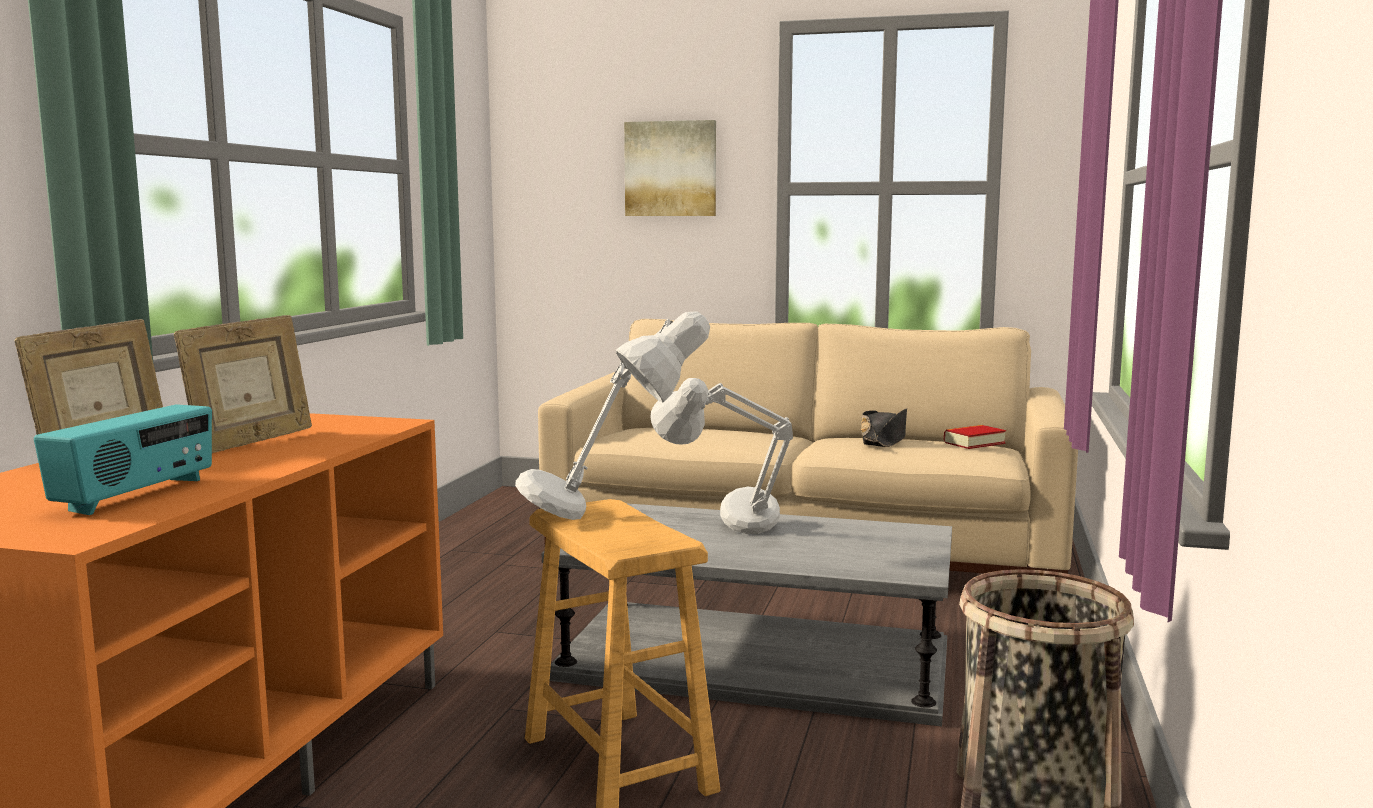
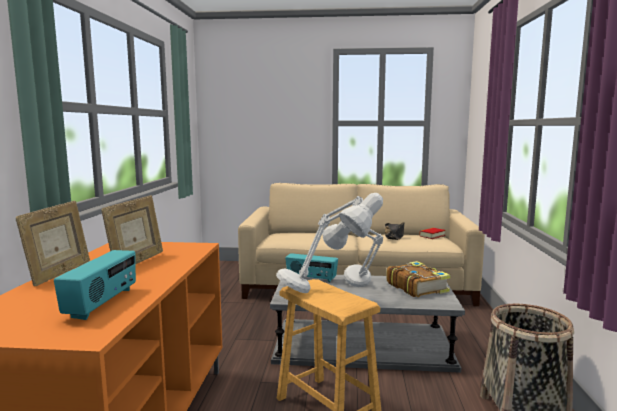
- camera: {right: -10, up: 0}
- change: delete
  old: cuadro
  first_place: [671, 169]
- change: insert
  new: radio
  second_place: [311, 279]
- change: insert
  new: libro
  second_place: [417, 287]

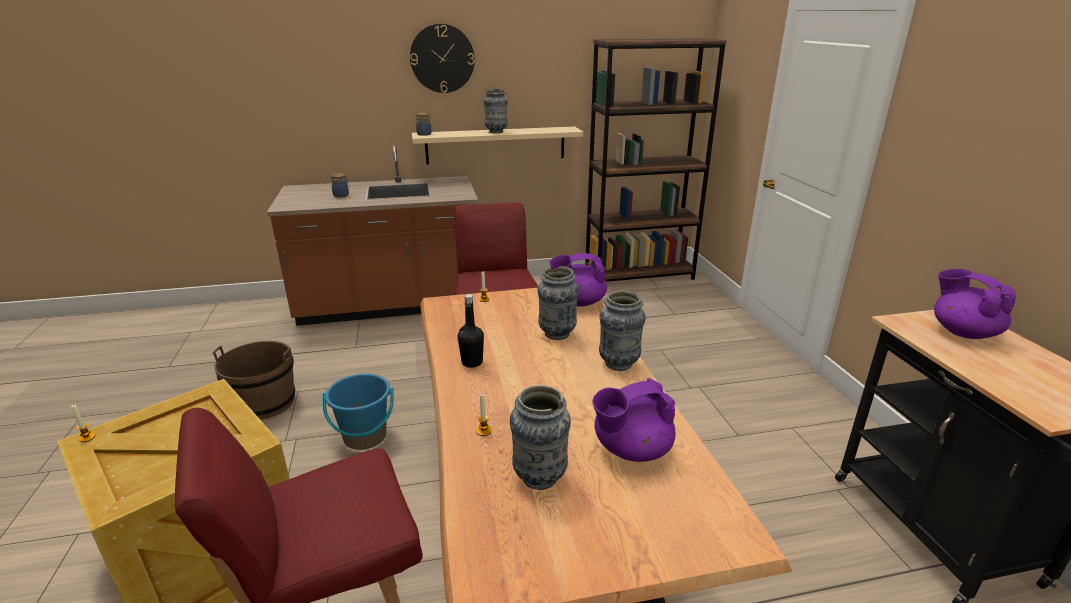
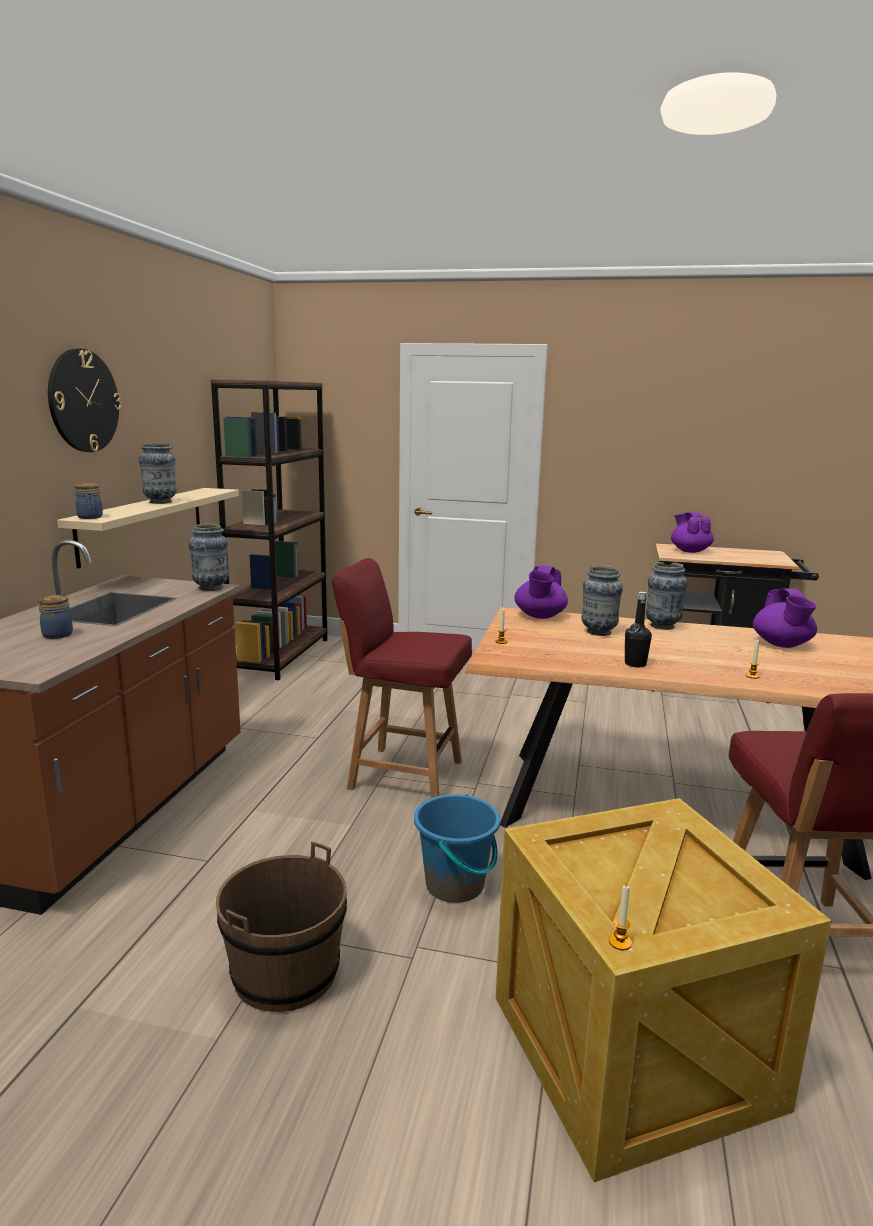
- camera: {right: -65, up: -10}
- change: move
  old: florero
  first_place: [540, 477]
  second_place: [211, 588]
- change: rotate
  old: tetera [morado]
  first_place: [962, 332]
  second_place: [690, 551]
  degrees: 75

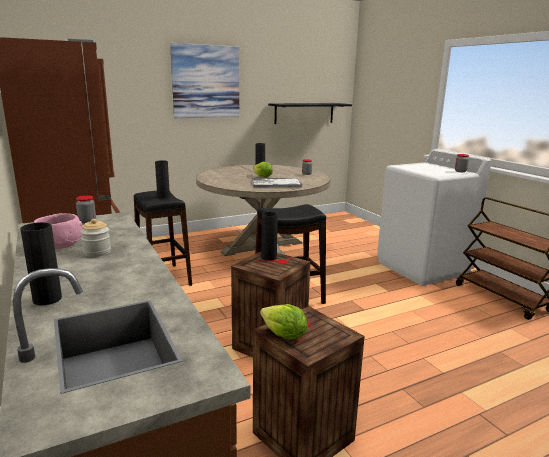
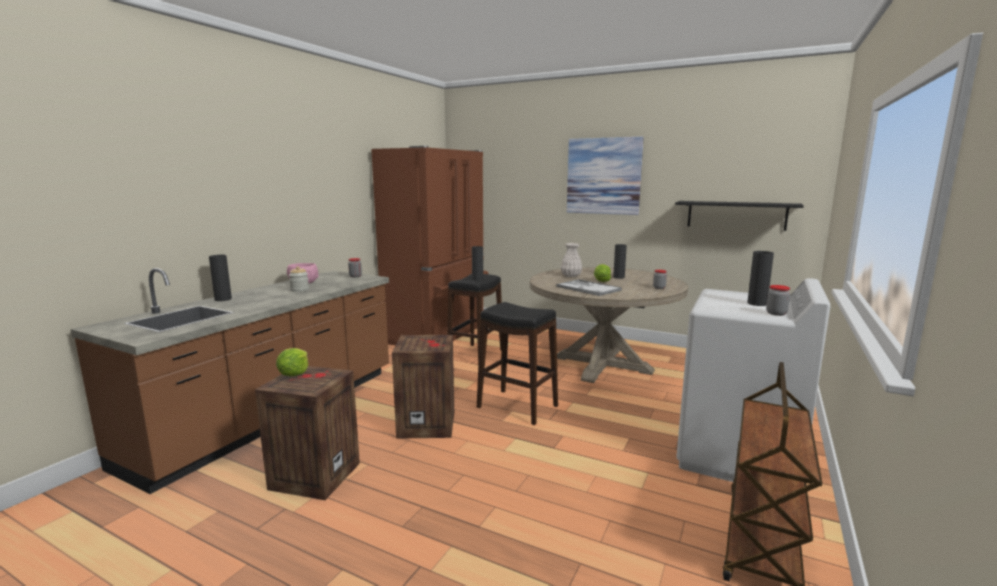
- camera: {right: 55, up: -5}
- change: move
  old: florero [negro]
  first_place: [269, 257]
  second_place: [757, 303]
- change: insert
  new: florero [blanco]
  second_place: [570, 275]

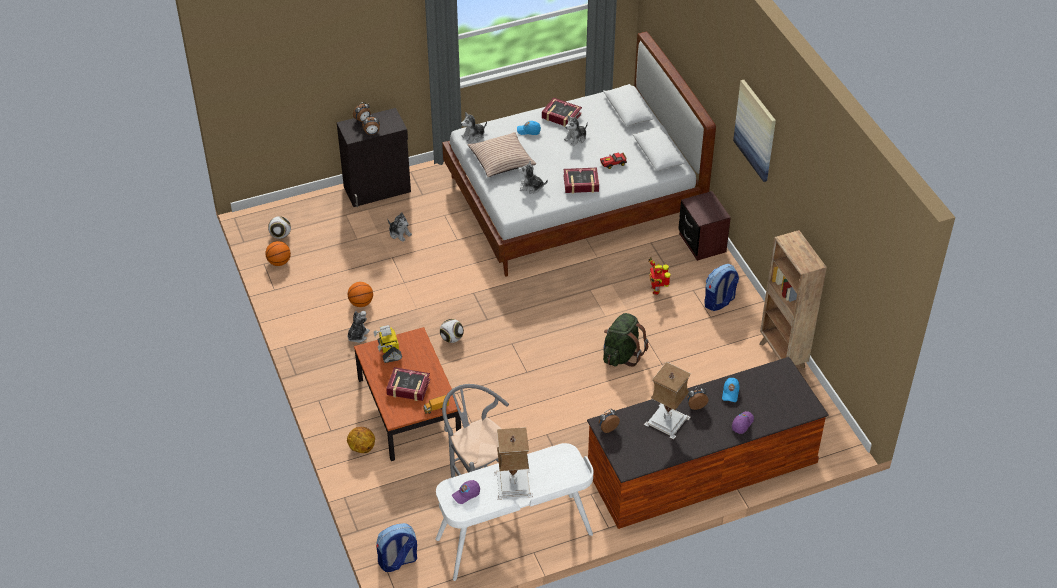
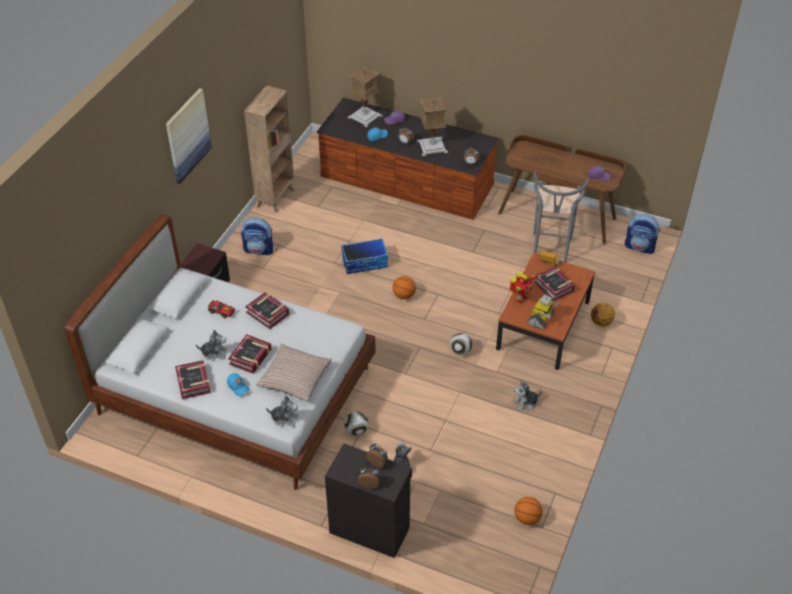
- camera: {right: -135, up: 0}
- change: move
  old: balón de fútbol
  first_place: [280, 235]
  second_place: [356, 430]
- change: move
  old: balón de baloncesto
  first_place: [361, 303]
  second_place: [404, 295]
- change: recolor
  old: escritorio [blanco]
  new: escritorio [marrón]
  first_place: [514, 538]
  second_place: [557, 215]
- change: move
  old: lámpara de mesa
  first_place: [514, 483]
  second_place: [364, 116]
- change: delete
  old: peluche
  first_place: [531, 187]
- change: replace
  old: mochila [verde]
  new: caja de almacenaje
  first_place: [622, 354]
  second_place: [365, 262]
- change: move
  old: robot de juguete
  first_place: [656, 289]
  second_place: [520, 299]
- change: insert
  new: libro
  second_place: [250, 357]

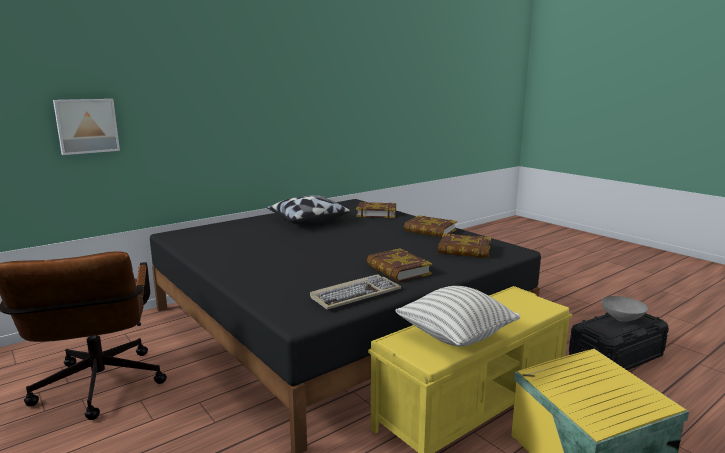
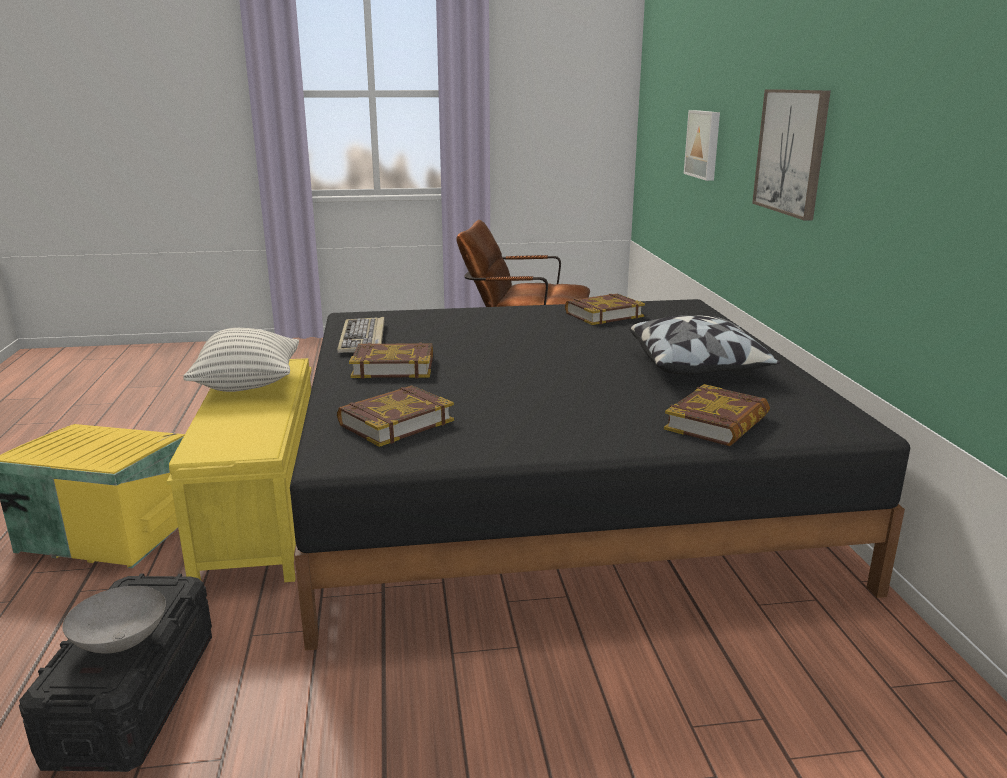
- camera: {right: 120, up: 5}
- change: move
  old: libro
  first_place: [430, 230]
  second_place: [603, 314]
- change: insert
  new: cuadro
  second_place: [791, 152]

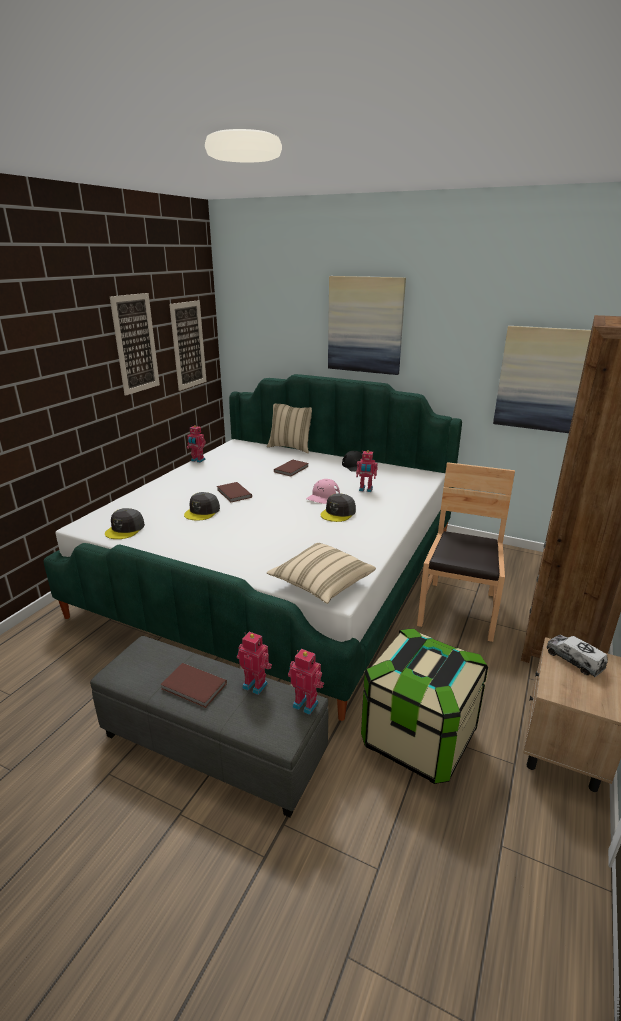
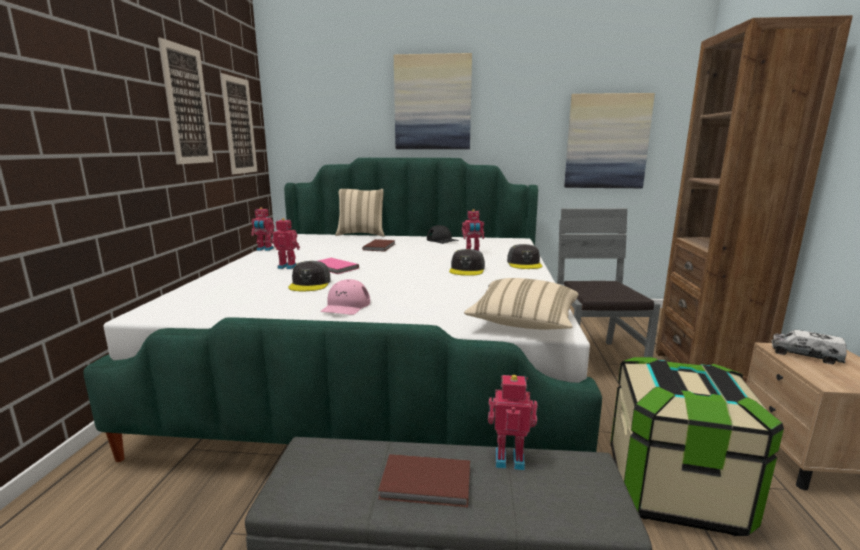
- camera: {right: -20, up: -10}
- change: move
  old: gorra [gris]
  first_place: [125, 529]
  second_place: [524, 264]
- change: recolor
  old: libro [marrón]
  new: libro [rosa]
  first_place: [233, 494]
  second_place: [334, 268]
- change: move
  old: robot de juguete
  first_place: [306, 703]
  second_place: [288, 266]
- change: move
  old: gorra [rosa]
  first_place: [323, 496]
  second_place: [345, 306]
- change: recolor
  old: silla [marrón]
  new: silla [gris]
  first_place: [458, 610]
  second_place: [594, 360]

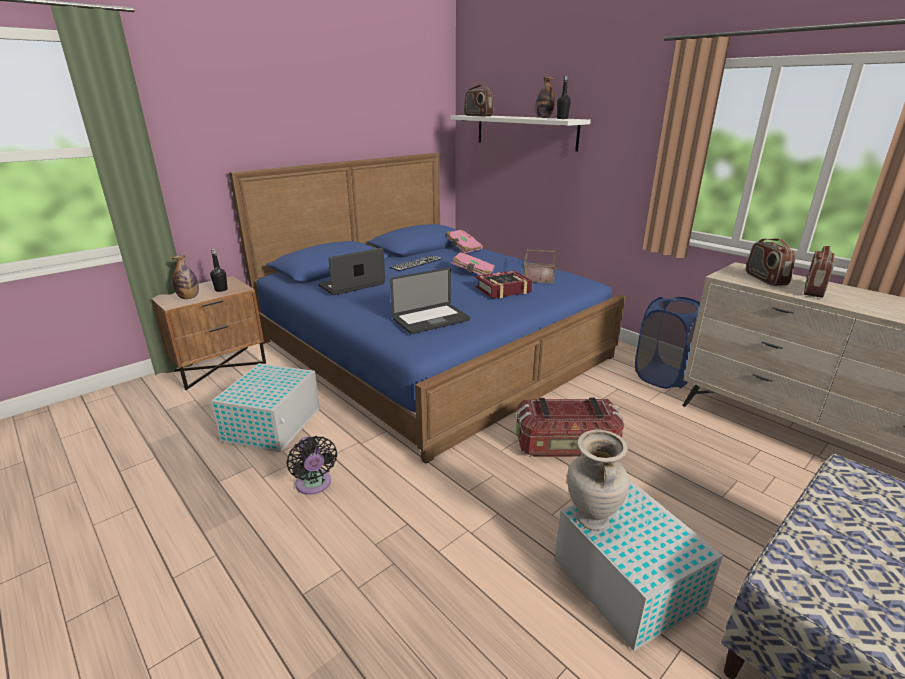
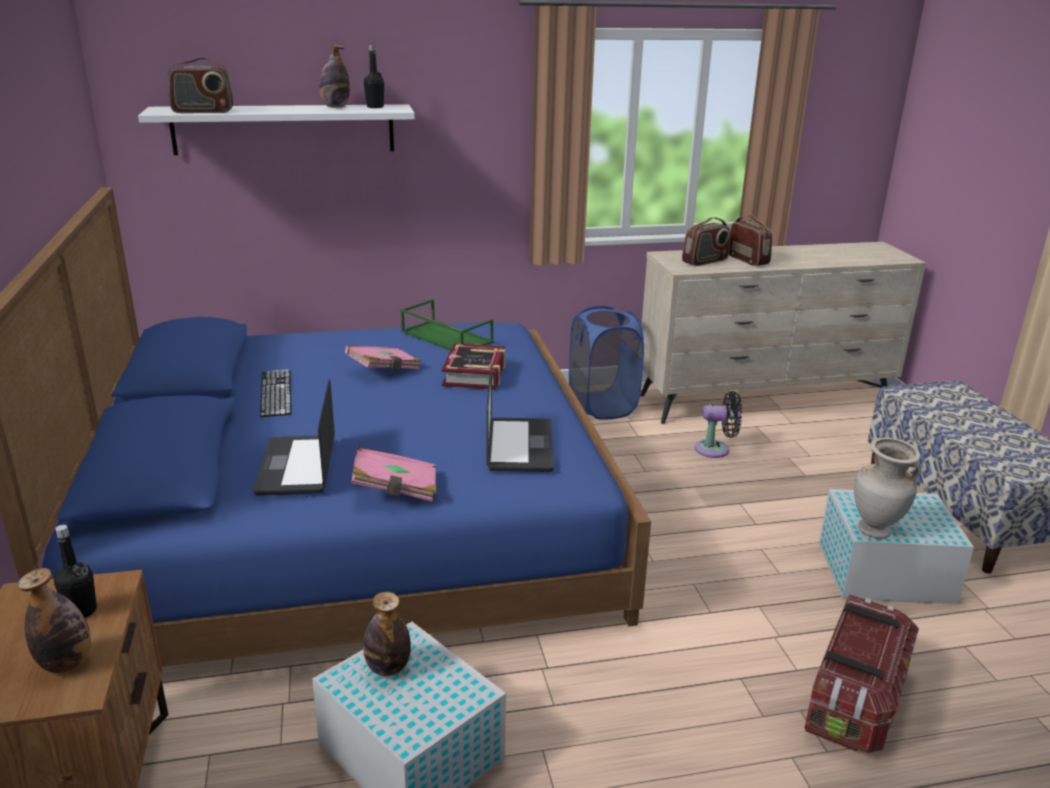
- camera: {right: -60, up: 0}
- change: move
  old: ventilador [negro]
  first_place: [314, 485]
  second_place: [716, 449]
- change: move
  old: libro [rosa]
  first_place: [463, 248]
  second_place: [395, 490]
- change: move
  old: caja de almacenaje
  first_place: [566, 446]
  second_place: [855, 698]
- change: recolor
  old: bandeja [marrón]
  new: bandeja [verde]
  first_place: [538, 273]
  second_place: [445, 337]
- change: rotate
  old: radio
  first_place: [765, 279]
  second_place: [705, 261]
  degrees: -60
- change: insert
  new: botella
  second_place: [388, 668]

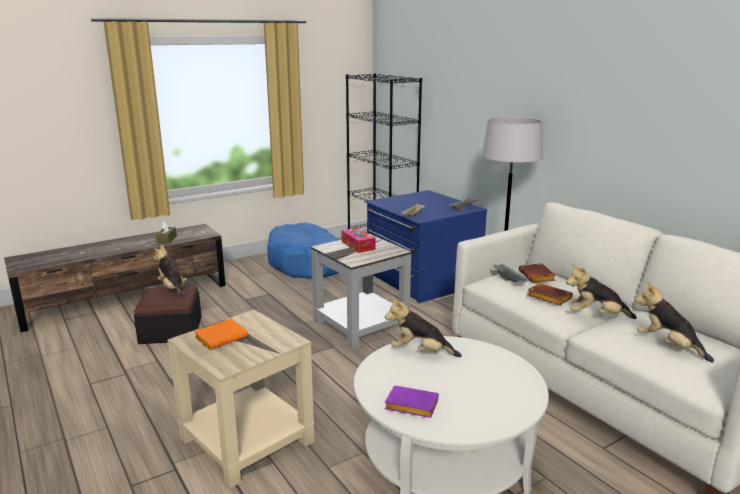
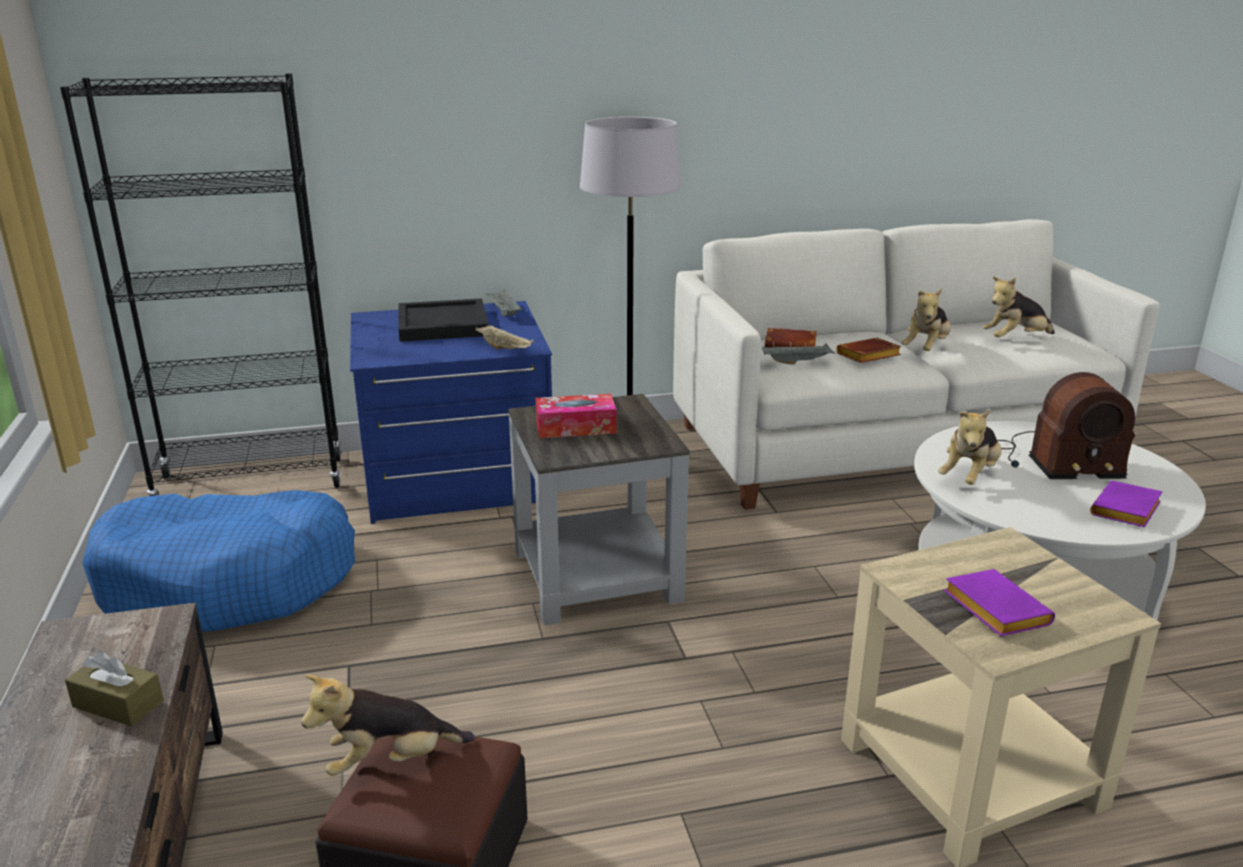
- camera: {right: -70, up: 5}
- change: recolor
  old: libro [naranja]
  new: libro [morado]
  first_place: [221, 337]
  second_place: [992, 609]
- change: insert
  new: bandeja [negro]
  second_place: [443, 325]
- change: insert
  new: radio
  second_place: [1054, 460]

